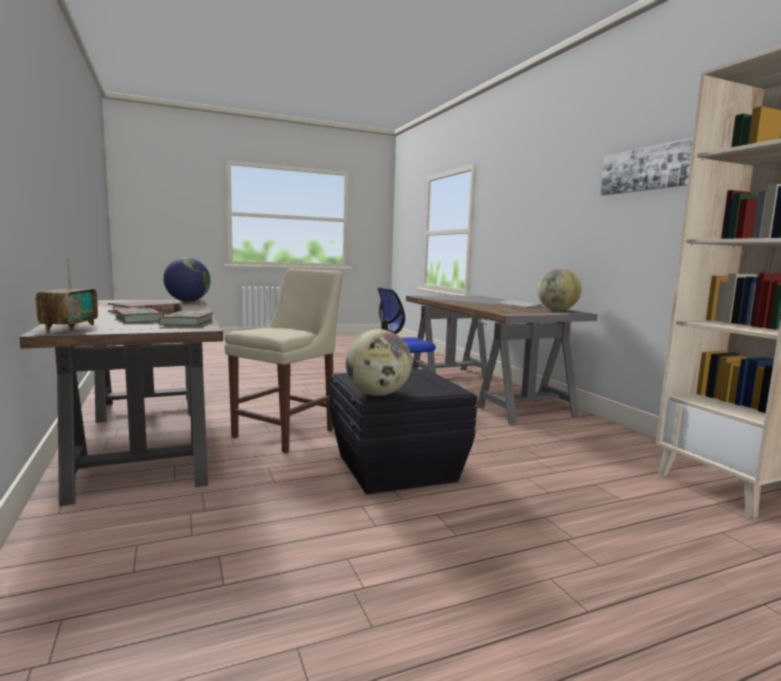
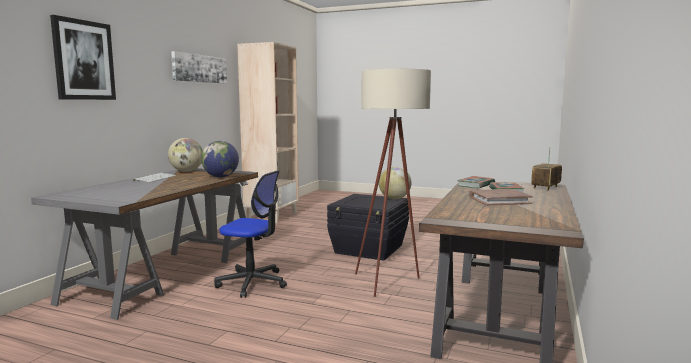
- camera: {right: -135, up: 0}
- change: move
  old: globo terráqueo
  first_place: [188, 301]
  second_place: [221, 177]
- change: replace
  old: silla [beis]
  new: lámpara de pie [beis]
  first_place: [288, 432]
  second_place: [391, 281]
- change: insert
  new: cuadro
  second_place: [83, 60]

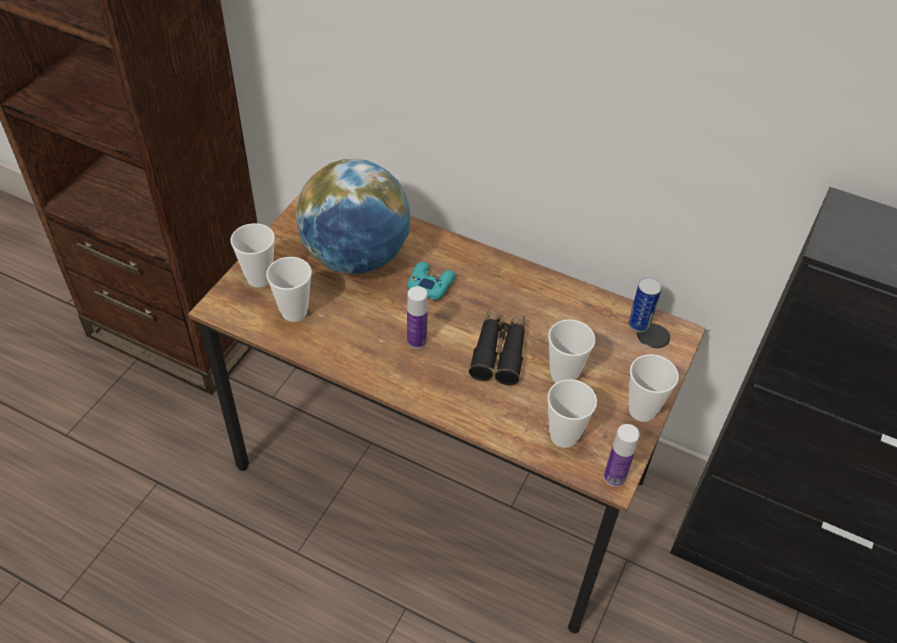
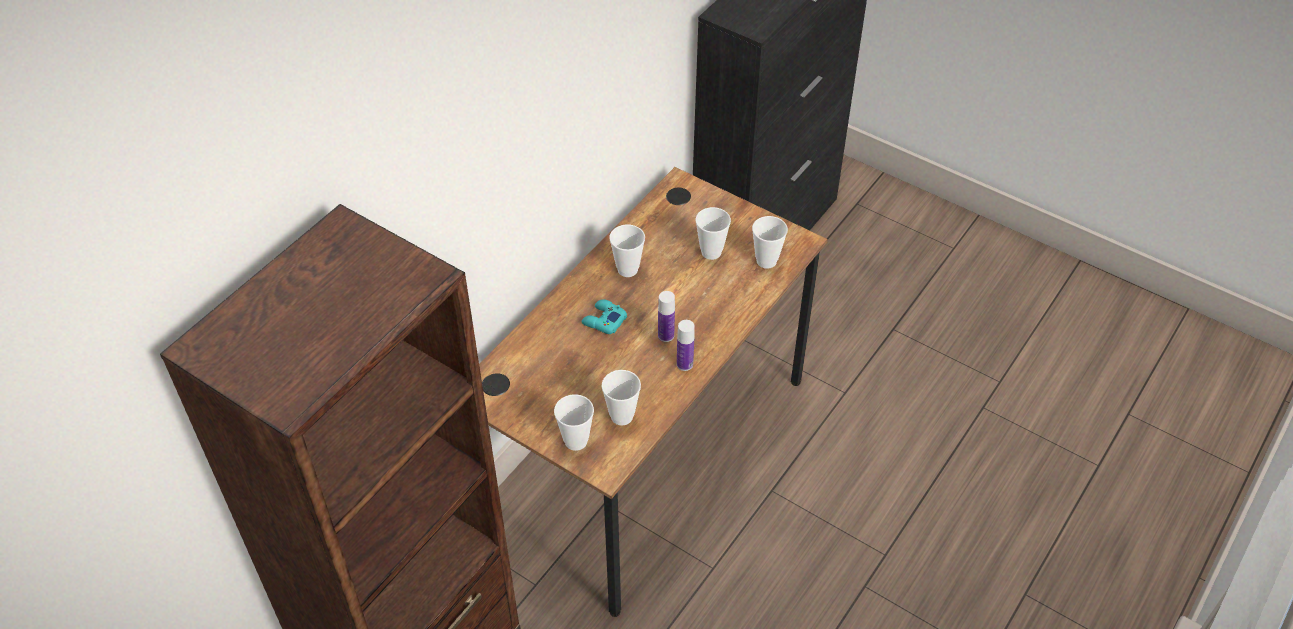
- camera: {right: -80, up: 0}
- change: delete
  old: globo terráqueo
  first_place: [356, 257]
- change: delete
  old: prismáticos [negro]
  first_place: [499, 352]
- change: move
  old: botella
  first_place: [614, 477]
  second_place: [684, 364]
- change: delete
  old: lata
  first_place: [639, 324]
- change: move
  old: taza
  first_place: [642, 410]
  second_place: [627, 269]

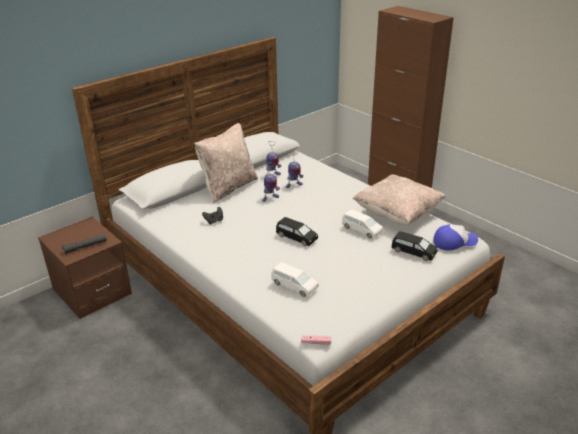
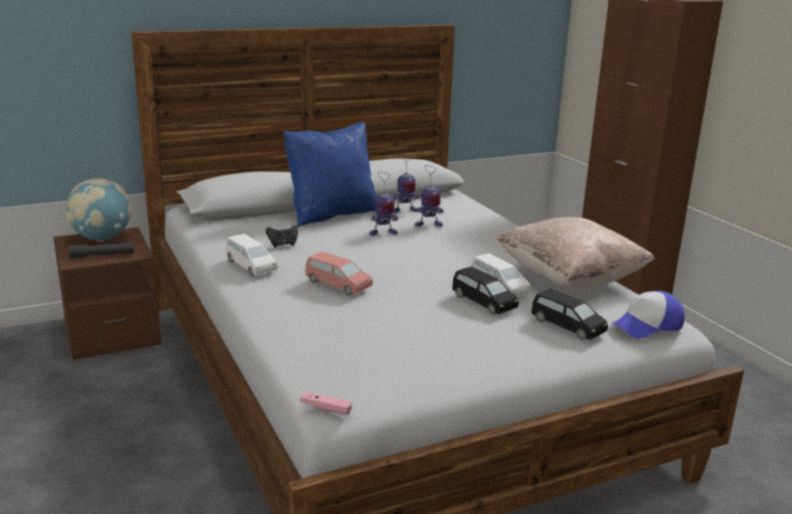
- camera: {right: 15, up: -10}
- change: recolor
  old: cojín [beis]
  new: cojín [azul]
  first_place: [228, 187]
  second_place: [331, 214]
- change: move
  old: coche de juguete [blanco]
  first_place: [294, 286]
  second_place: [250, 266]
- change: move
  old: coche de juguete [negro]
  first_place: [296, 238]
  second_place: [483, 302]
- change: rotate
  old: gorra
  first_place: [454, 242]
  second_place: [647, 325]
  degrees: 150
- change: insert
  new: globo terráqueo
  second_place: [102, 238]
- change: insert
  new: coche de juguete [rosa]
  second_place: [338, 285]

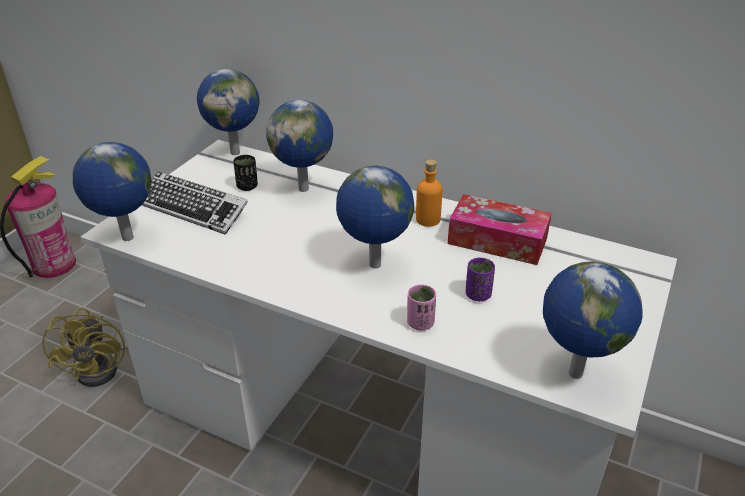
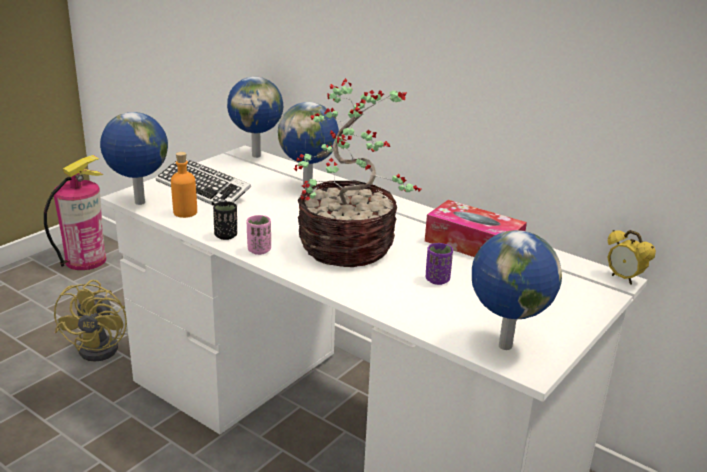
- camera: {right: 10, up: -10}
- change: move
  old: taza [negro]
  first_place: [247, 186]
  second_place: [226, 236]
- change: replace
  old: globo terráqueo
  new: planta en maceta
  first_place: [374, 265]
  second_place: [349, 247]
- change: move
  old: taza [rosa]
  first_place: [420, 323]
  second_place: [259, 250]
- change: move
  old: botella [naranja]
  first_place: [428, 219]
  second_place: [185, 212]
- change: insert
  new: despertador
  second_place: [623, 279]

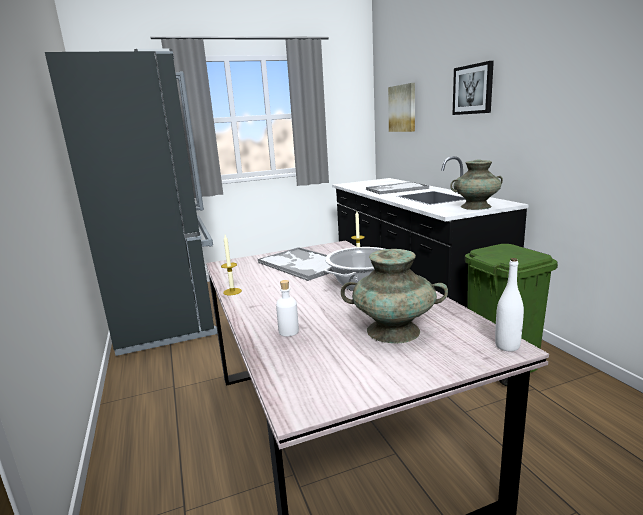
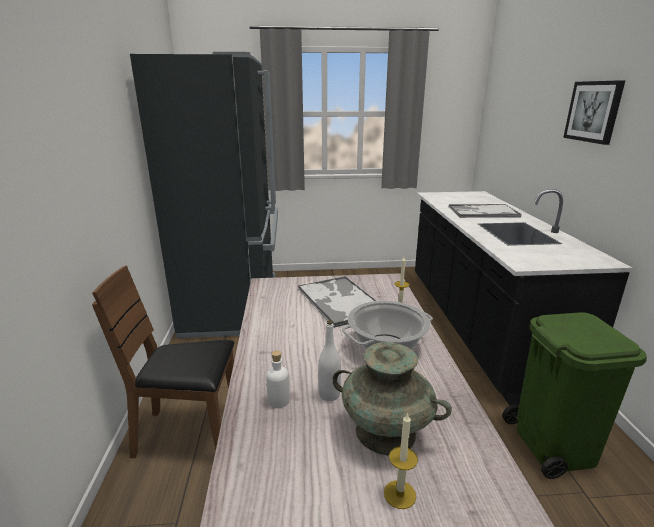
- camera: {right: 15, up: 5}
- change: move
  old: vela
  first_place: [232, 291]
  second_place: [399, 494]
- change: delete
  old: cuadro
  first_place: [403, 108]
- change: delete
  old: florero [turquesa]
  first_place: [475, 207]
- change: move
  old: botella [blanco]
  first_place: [507, 346]
  second_place: [329, 395]
- change: insert
  new: silla [marrón]
  second_place: [189, 434]

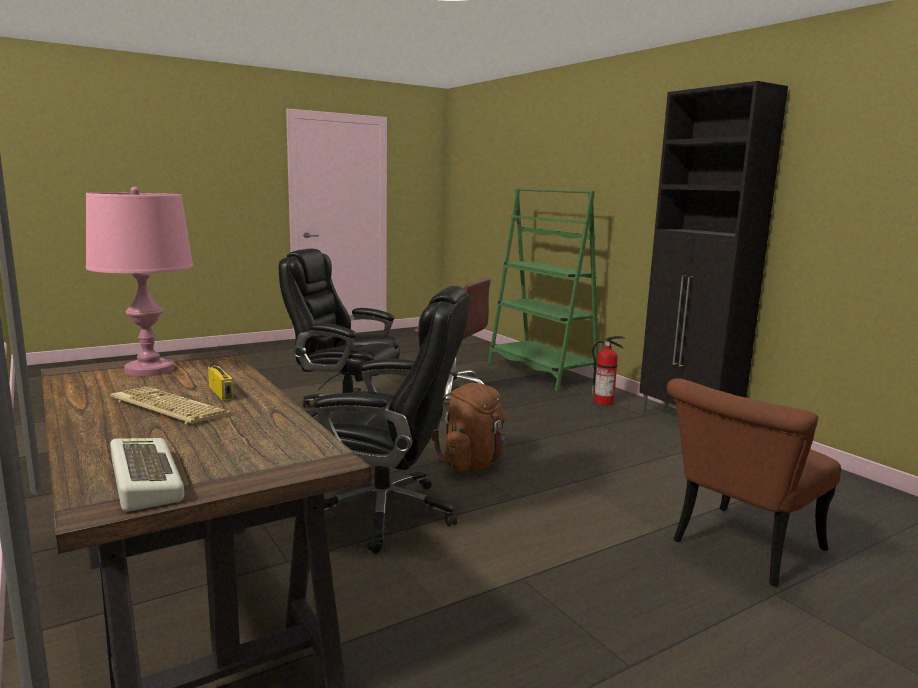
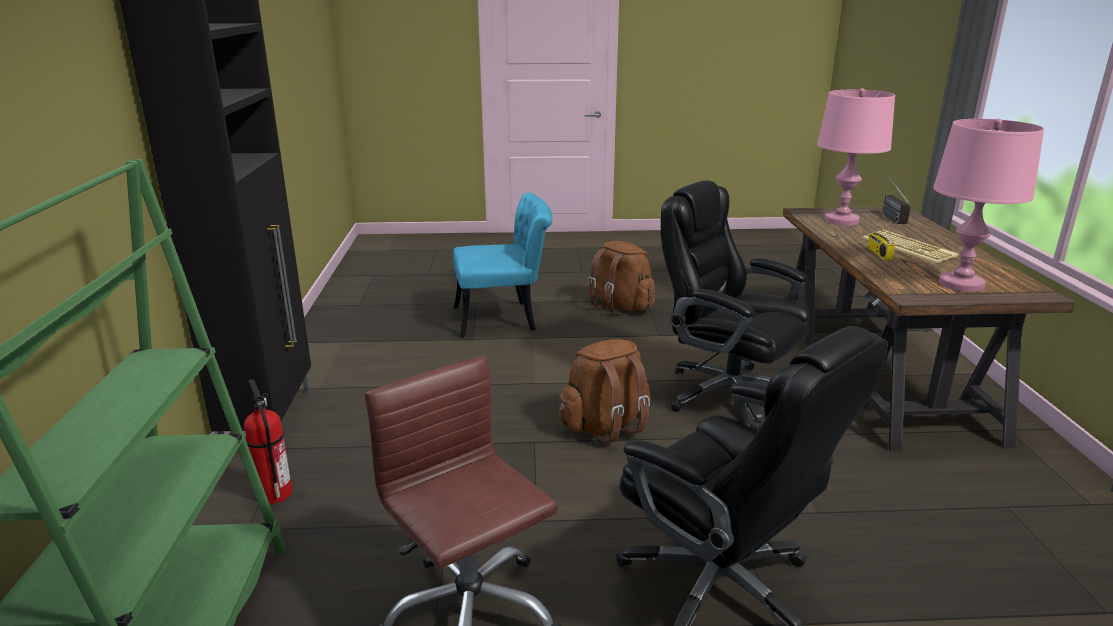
- camera: {right: -150, up: 10}
- change: replace
  old: teclado
  new: radio
  first_place: [142, 481]
  second_place: [889, 215]
- change: recolor
  old: silla [marrón]
  new: silla [turquesa]
  first_place: [739, 550]
  second_place: [504, 318]
- change: insert
  new: mochila [marrón]
  second_place: [621, 307]
- change: insert
  new: lámpara de mesa [rosa]
  second_place: [842, 220]

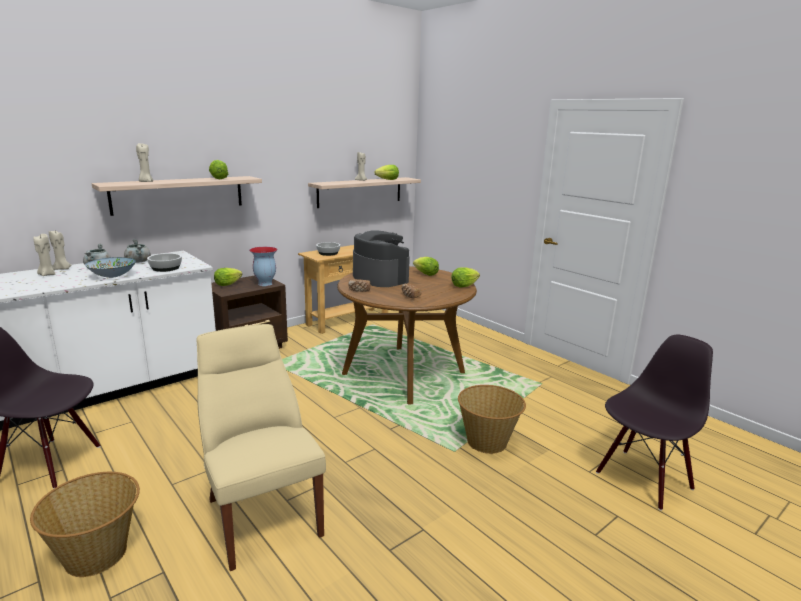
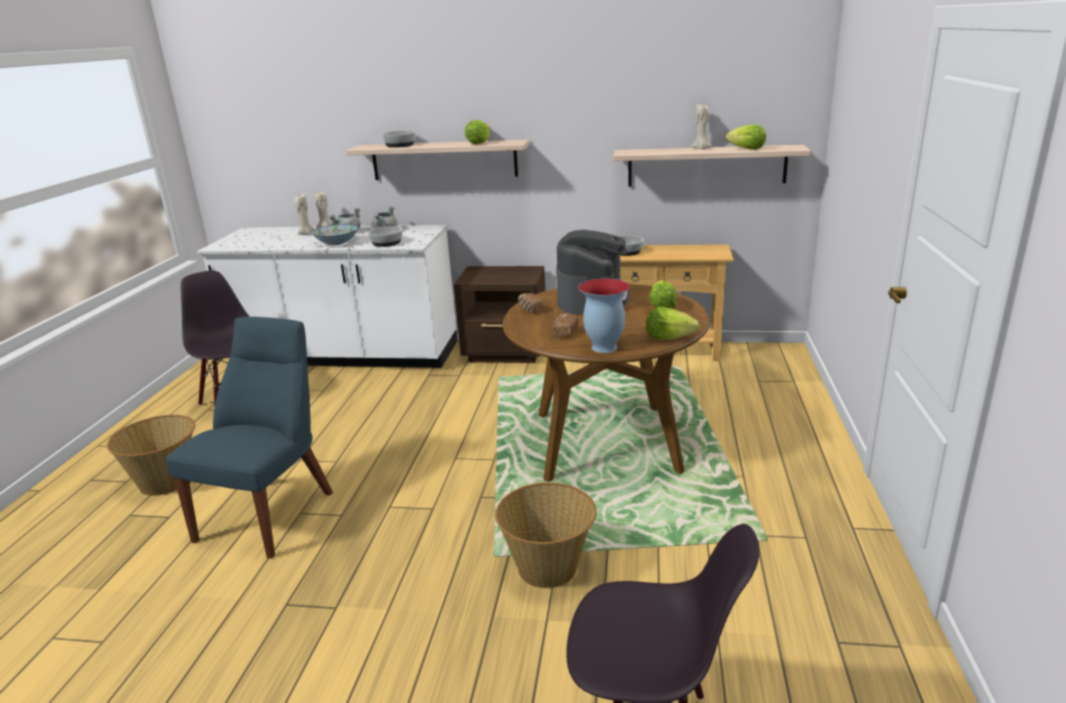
- camera: {right: 50, up: 5}
- change: replace
  old: vela [beis]
  new: cuenco
  first_place: [146, 182]
  second_place: [400, 145]
- change: recolor
  old: silla [beis]
  new: silla [azul]
  first_place: [261, 513]
  second_place: [271, 512]
- change: delete
  old: lechuga
  first_place: [227, 284]
- change: move
  old: florero
  first_place: [265, 284]
  second_place: [604, 348]

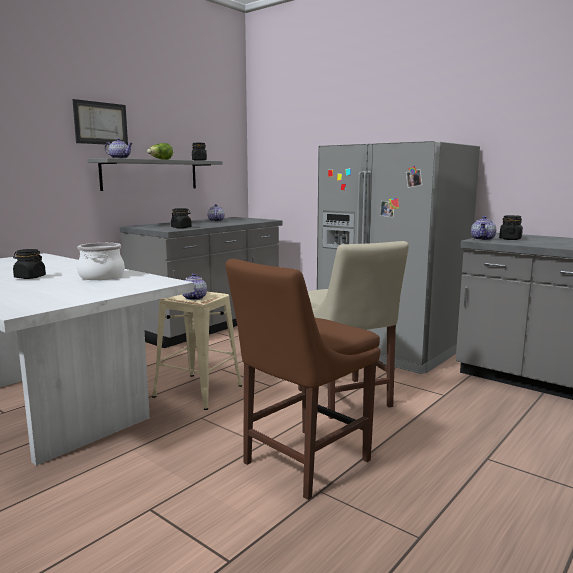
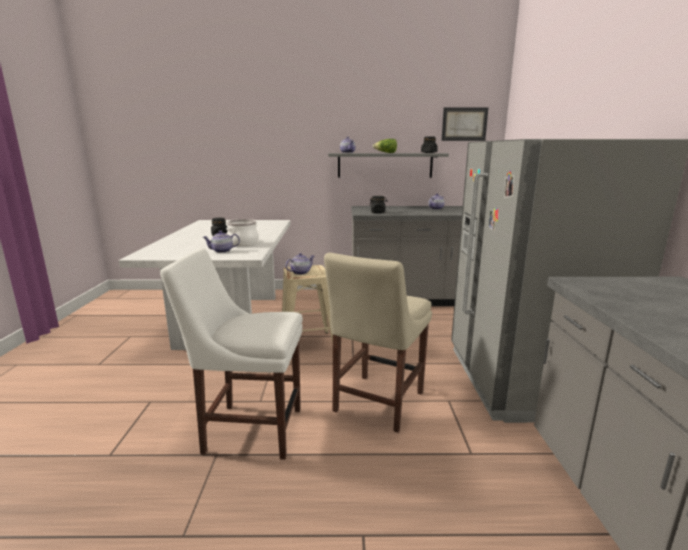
- camera: {right: 50, up: 5}
- change: move
  old: cuadro
  first_place: [101, 123]
  second_place: [464, 124]
- change: recolor
  old: silla [marrón]
  new: silla [blanco]
  first_place: [301, 463]
  second_place: [248, 429]
- change: move
  old: tetera
  first_place: [483, 239]
  second_place: [222, 251]
- change: delete
  old: tarro [negro]
  first_place: [510, 239]

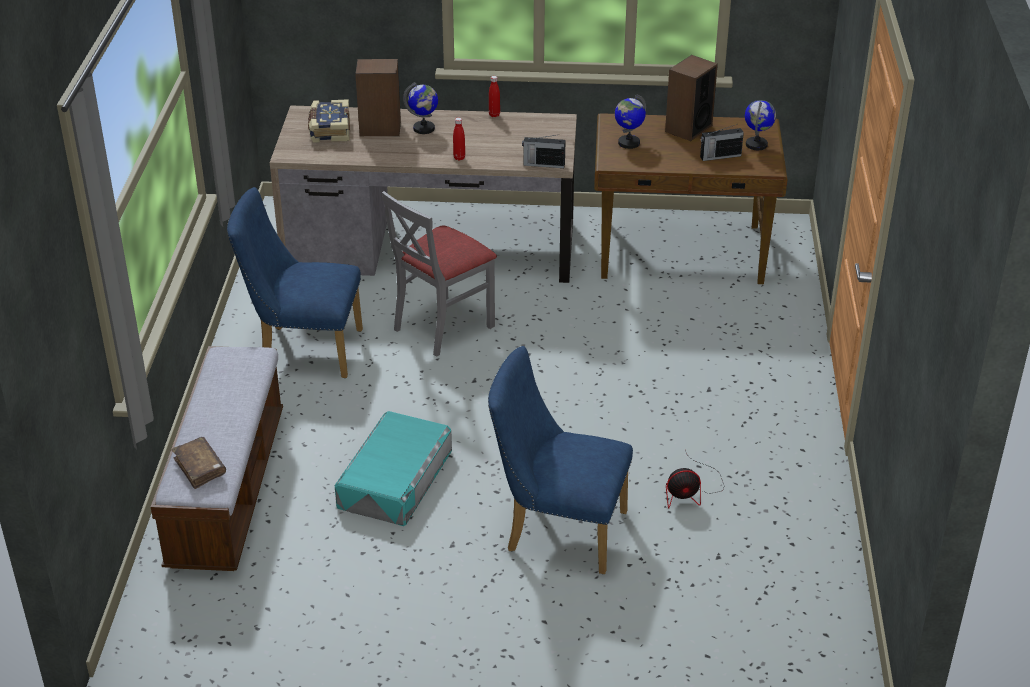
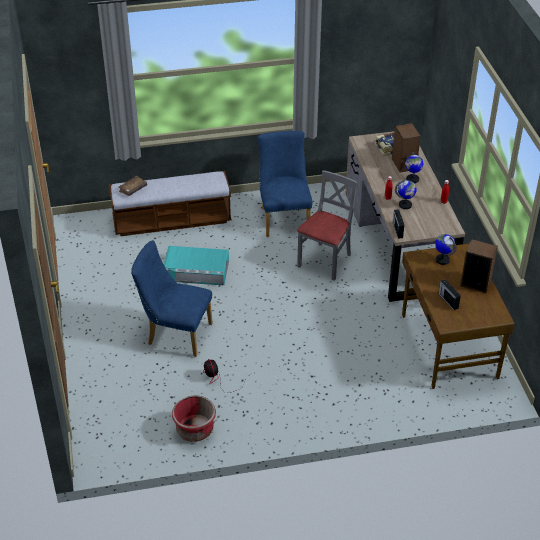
- camera: {right: 75, up: 5}
- change: rotate
  old: silla [gris]
  first_place: [442, 326]
  second_place: [325, 261]
  degrees: 90
- change: rotate
  old: silla [azul]
  first_place: [557, 530]
  second_place: [175, 333]
  degrees: -75
- change: move
  old: globo terráqueo
  first_place: [756, 144]
  second_place: [405, 205]
- change: insert
  new: maceta [rojo]
  second_place: [195, 430]

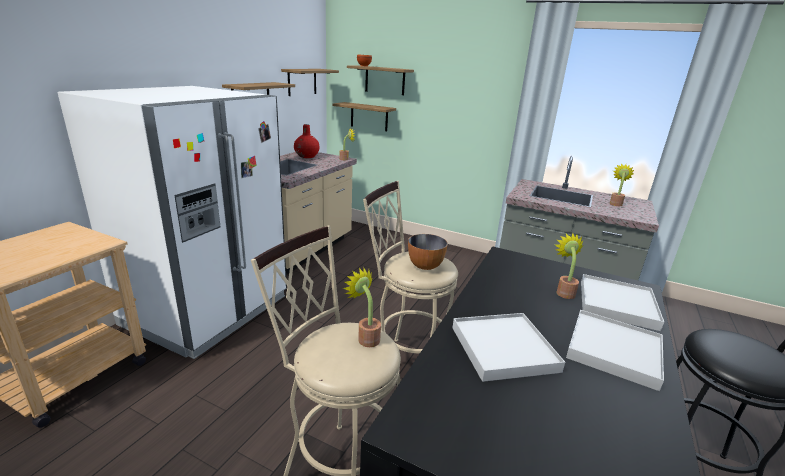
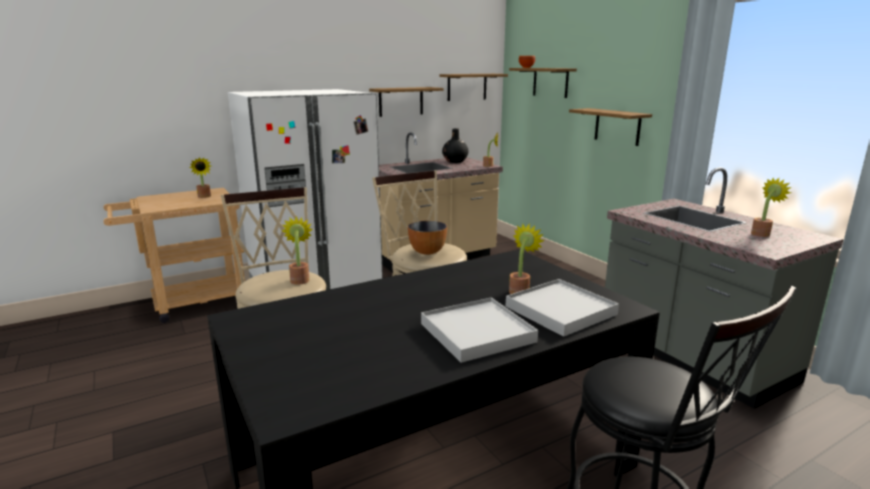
- camera: {right: 35, up: -5}
- change: recolor
  old: florero [rojo]
  new: florero [negro]
  first_place: [307, 156]
  second_place: [455, 161]
- change: move
  old: estante
  first_place: [369, 116]
  second_place: [617, 126]
- change: delete
  old: bandeja [blanco]
  first_place: [503, 348]
- change: insert
  new: planta en maceta
  second_place: [204, 197]

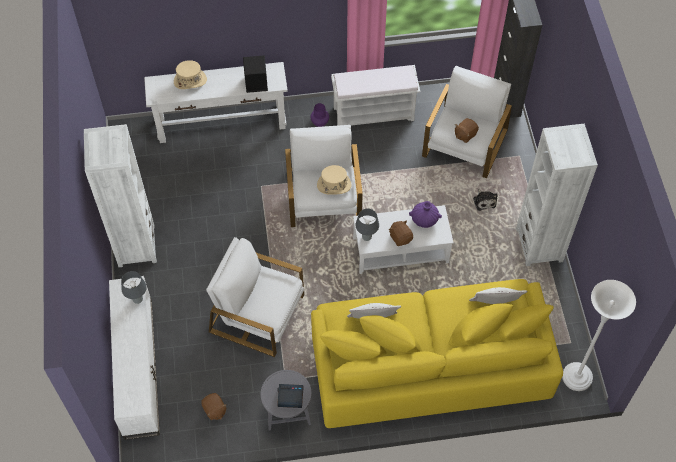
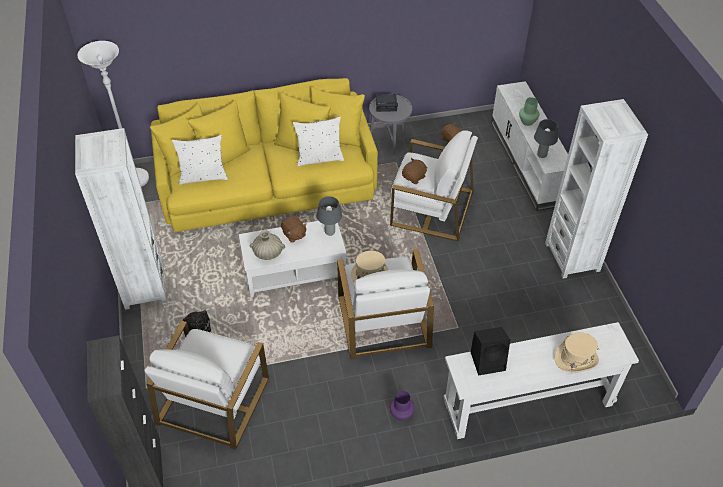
- camera: {right: 175, up: -10}
- change: delete
  old: banco [blanco]
  first_place: [374, 113]
- change: recolor
  old: florero [morado]
  new: florero [beis]
  first_place: [424, 219]
  second_place: [268, 253]
- change: move
  old: peluche [marrón]
  first_place: [465, 134]
  second_place: [414, 177]
- change: insert
  new: florero [verde]
  second_place: [527, 121]

